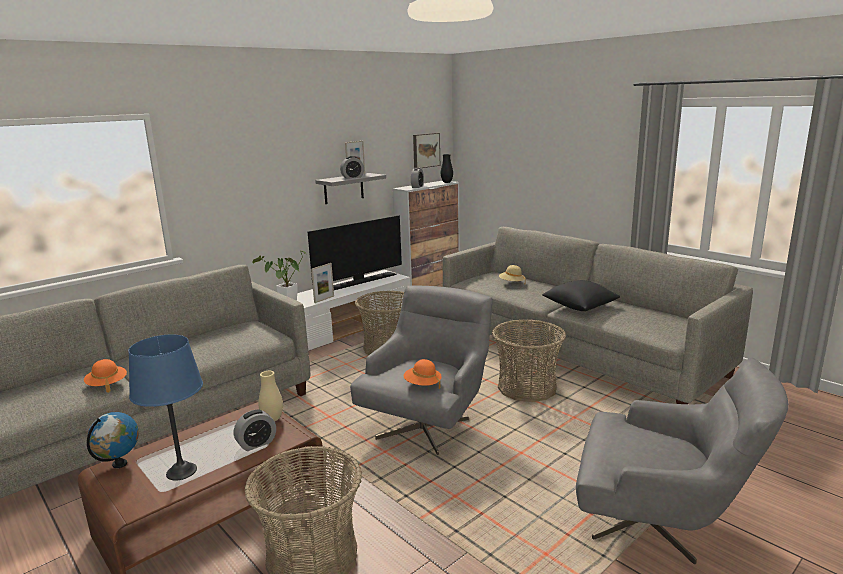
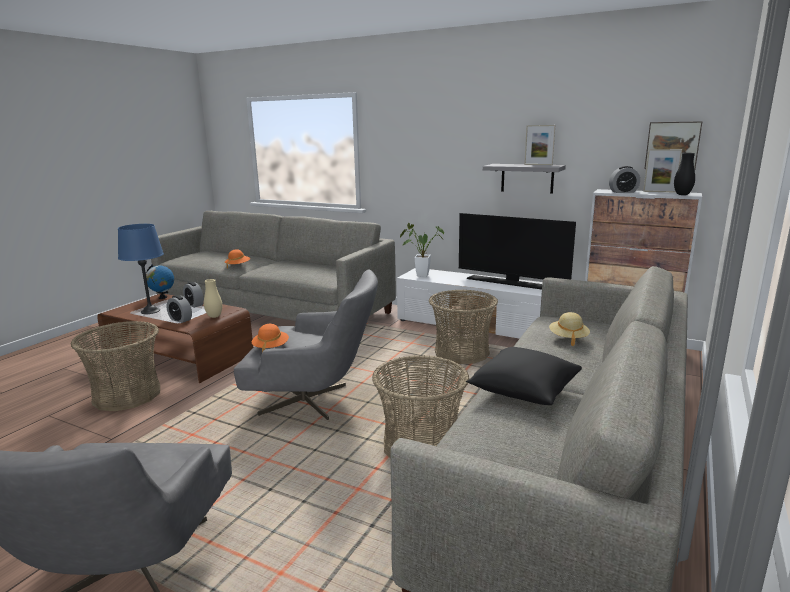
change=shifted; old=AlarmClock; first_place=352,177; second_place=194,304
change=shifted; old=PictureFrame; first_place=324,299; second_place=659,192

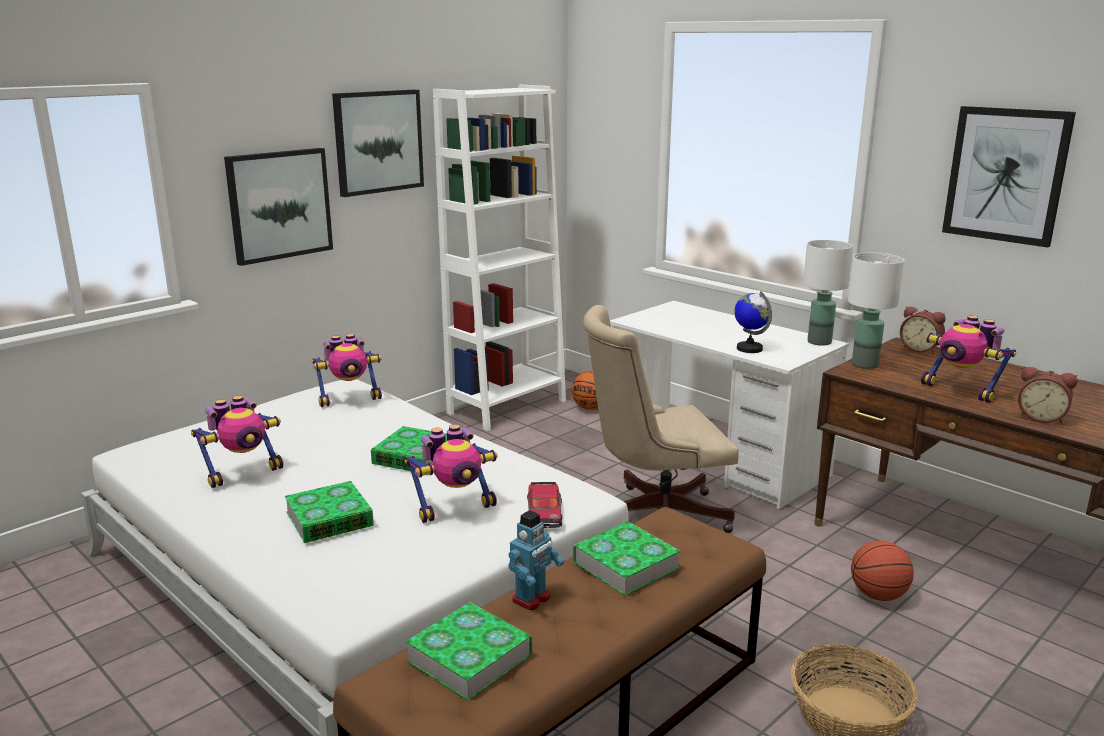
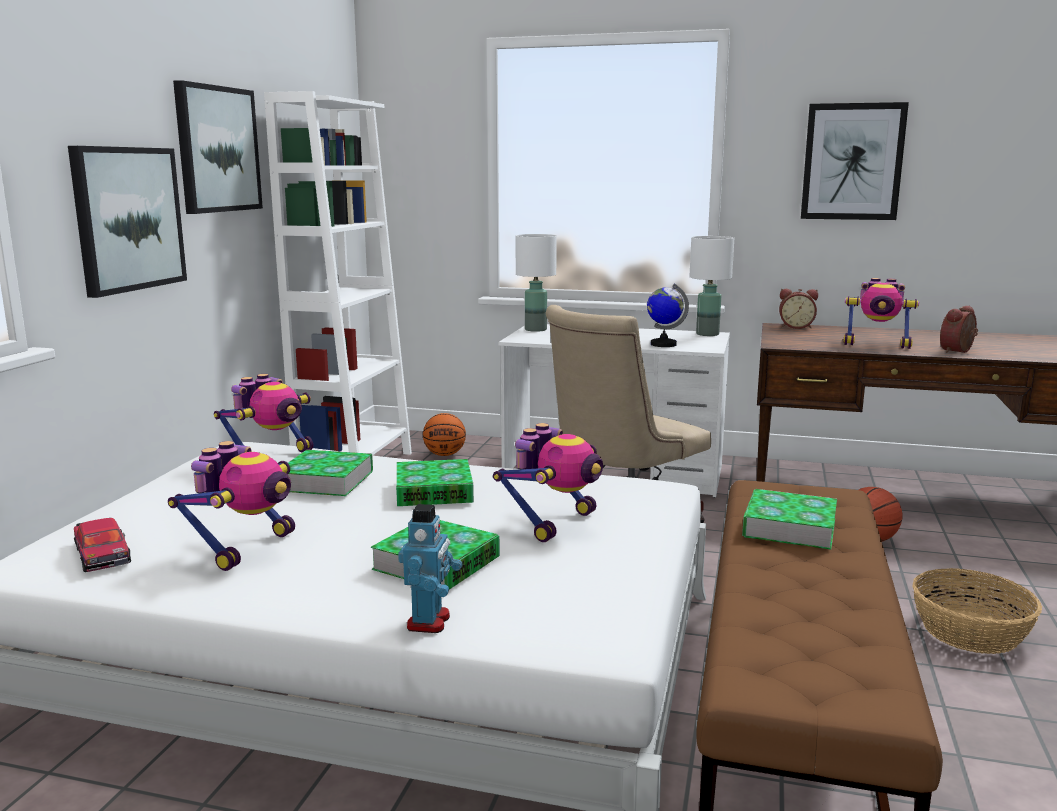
change=shifted; old=ToyCar; first_place=544,512; second_place=103,554
change=shifted; old=Book; first_place=469,658; second_place=326,480
change=shifted; old=ToyRobot; first_place=532,599; second_place=429,622
change=shifted; old=WhiteTableLamp; first_place=864,364; second_place=535,329
change=rotated; old=AlarmClock; first_place=1041,417; second_place=958,351; degrees=135

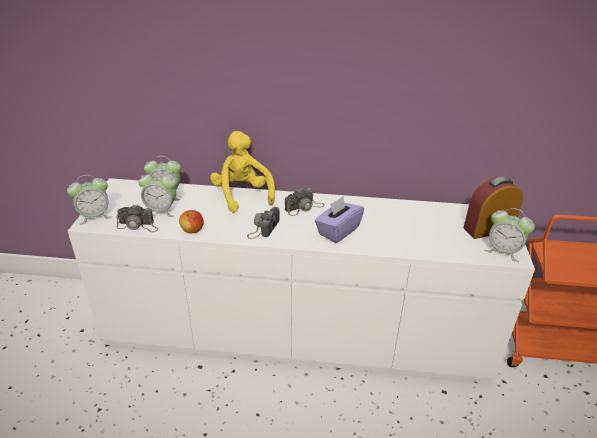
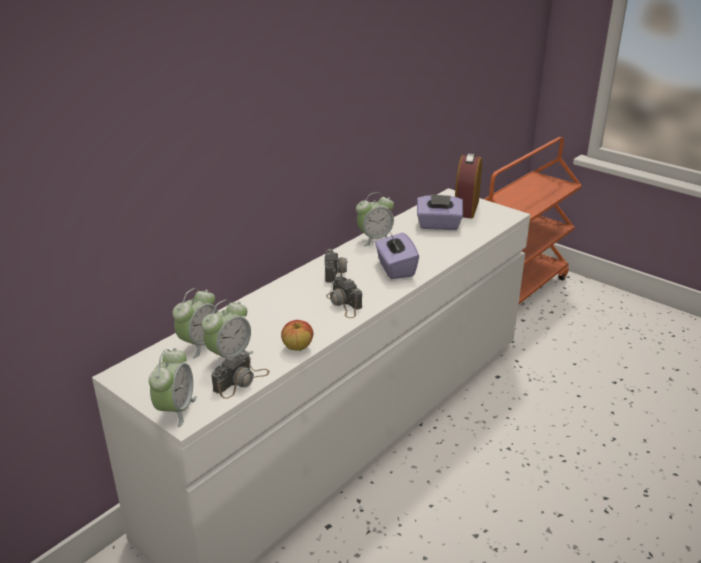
change=shifted; old=AlarmClock; first_place=503,251; second_place=374,239
change=new; new=PurpleTissueBox; second_place=438,225
change=gone; old=YellowPlushToy; first_place=242,195

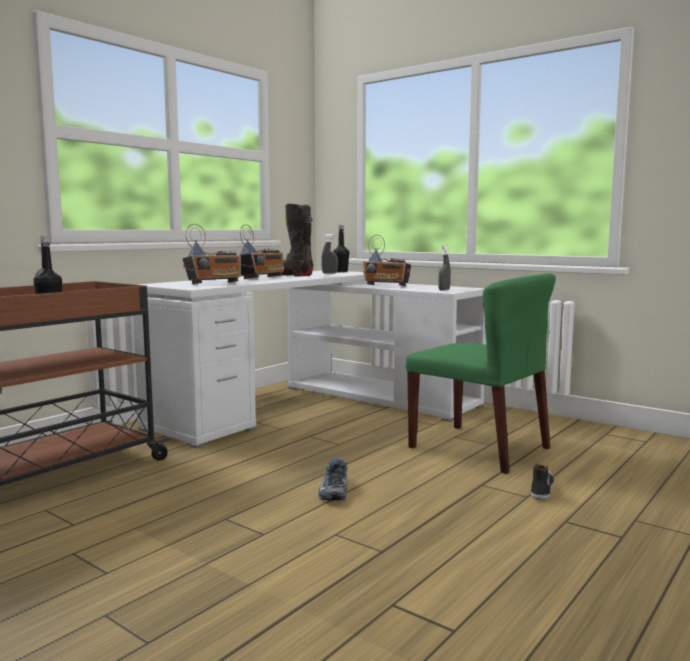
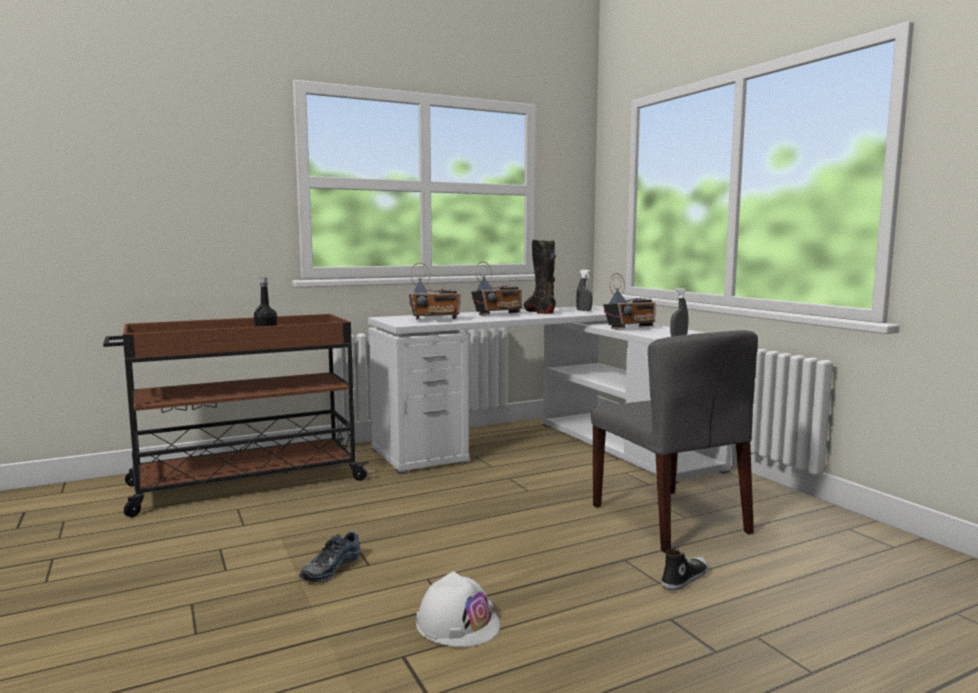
change=shifted; old=Shoe; first_place=333,490; second_place=330,567
change=new; new=WhiteHardHat; second_place=458,623
change=repainted; old=GreenChair; new=GreyChair; first_place=480,448; second_place=670,519
change=rotated; old=Radio; first_place=386,286; second_place=630,328; degrees=-75
change=gone; old=BlackBottle; first_place=341,272

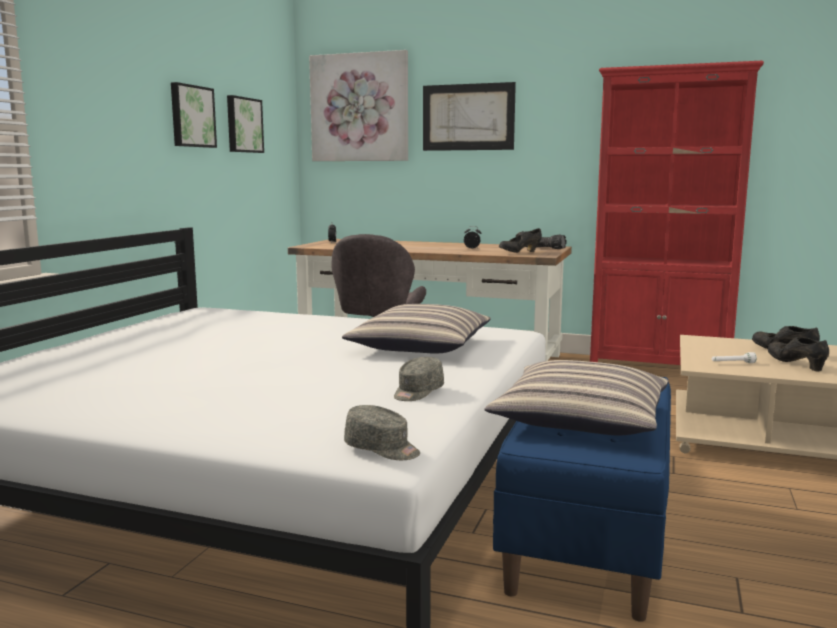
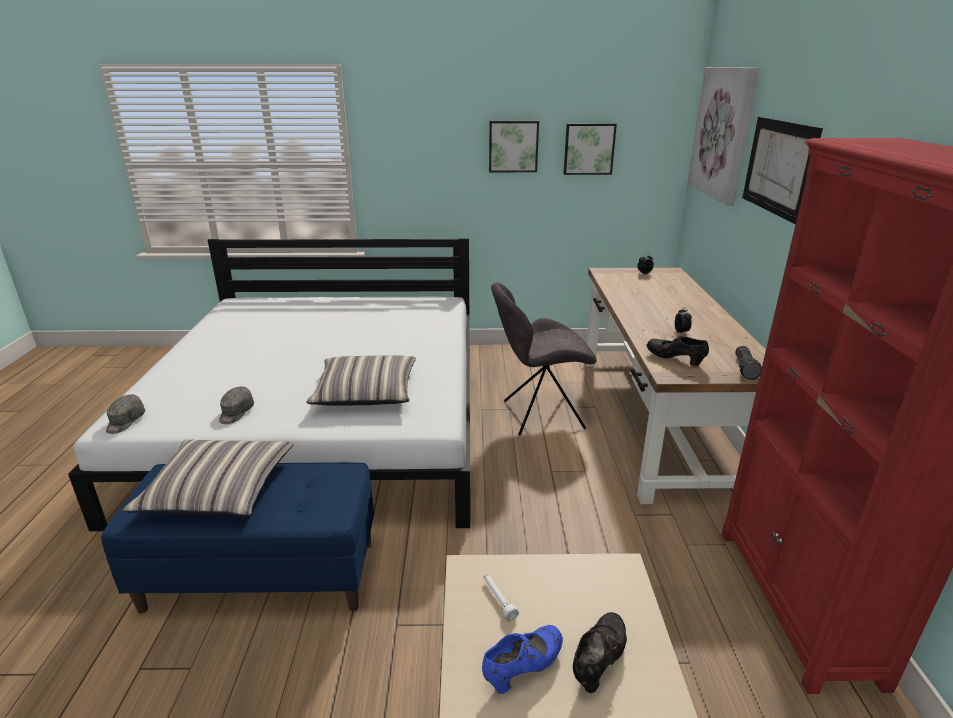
change=rotated; old=GreyCap; first_place=417,392; second_place=236,413; degrees=-90
change=repainted; old=BlackShoe; new=BlueShoe; first_place=796,365; second_place=523,668

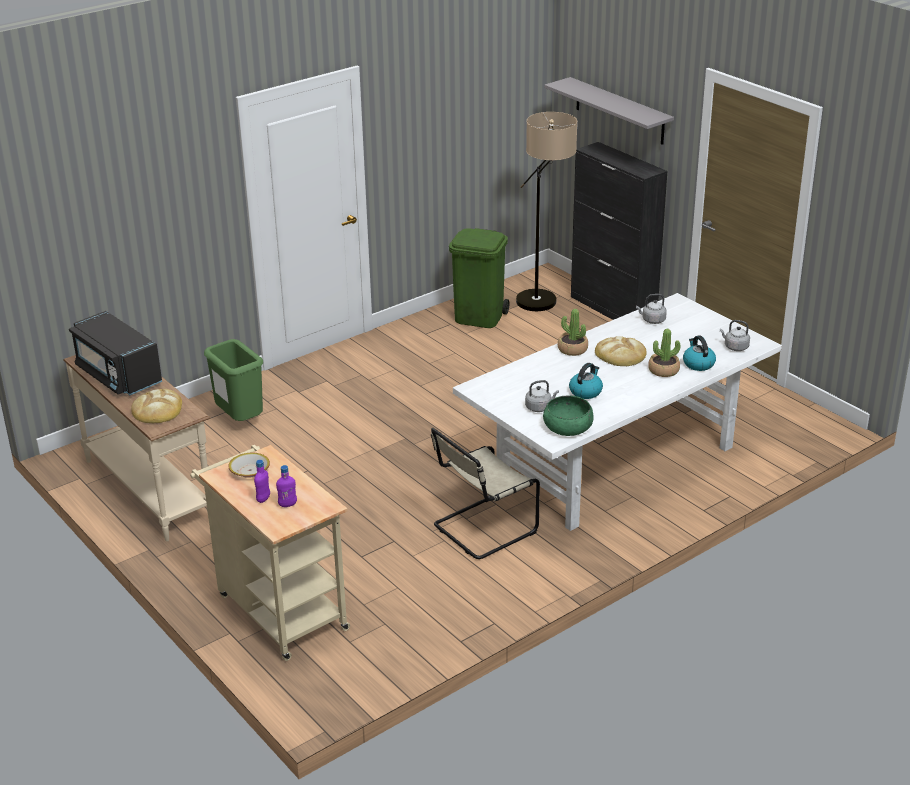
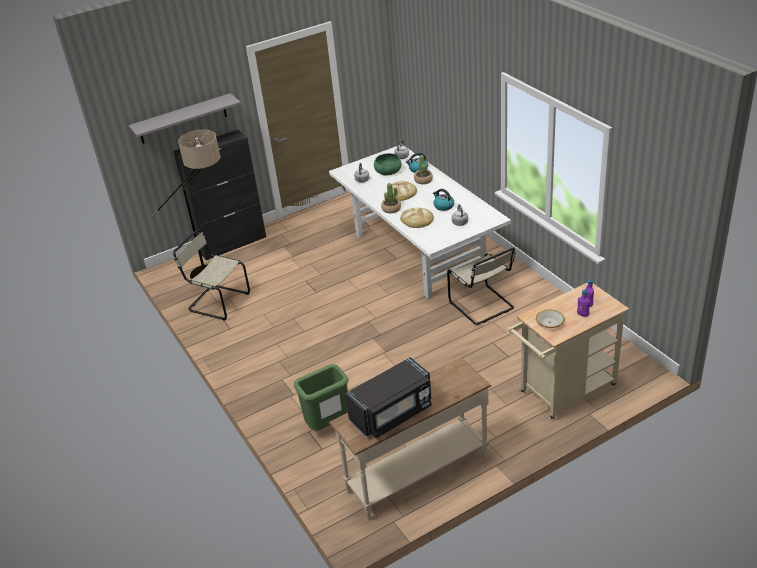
change=swapped; old=GreenTrashCan; new=BeigeChair; first_place=479,318; second_place=217,302
change=shifted; old=GreenBowl; first_place=567,427; second_place=388,171
change=shifted; old=Bread; first_place=157,410; second_place=417,219

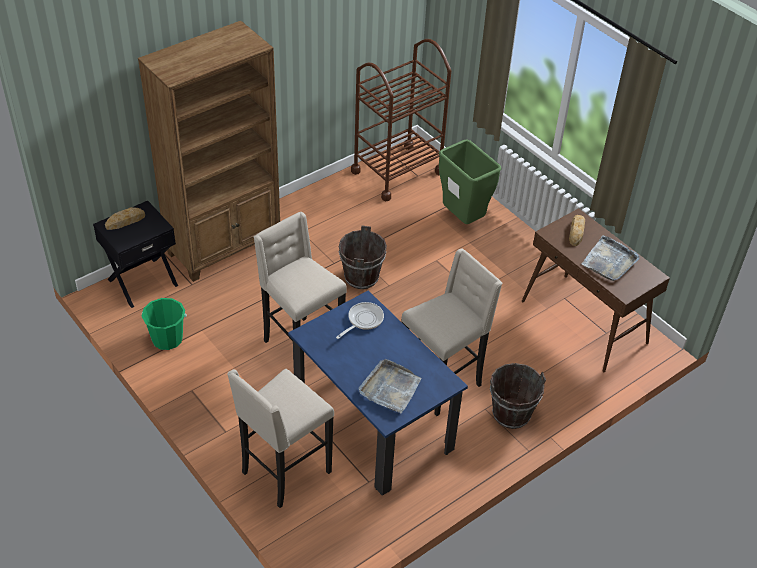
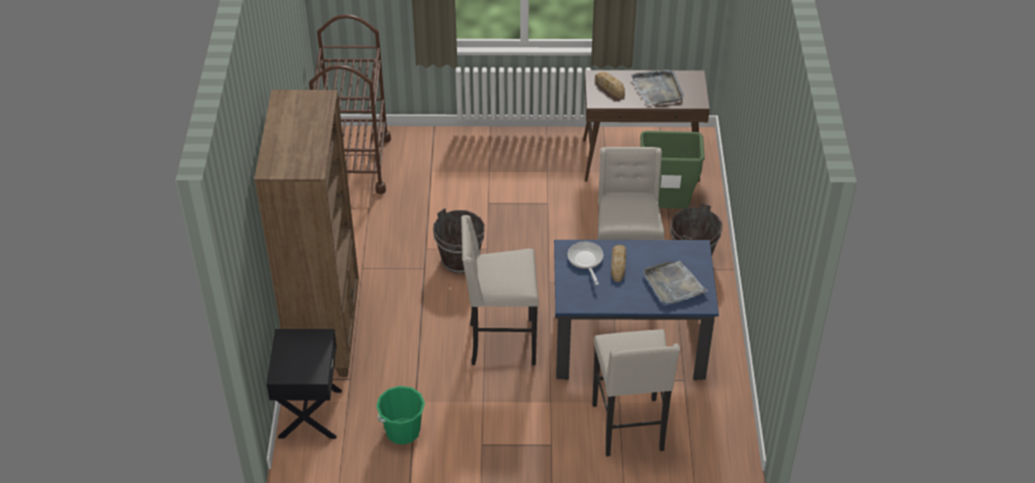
change=shifted; old=Bread; first_place=125,221; second_place=618,265
change=shifted; old=GreenTrashCan; first_place=463,219; second_place=666,208

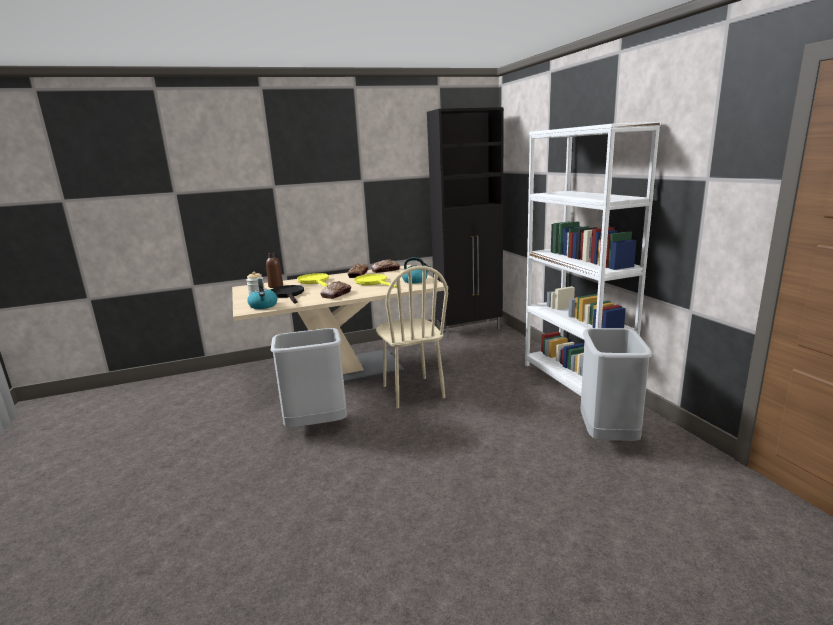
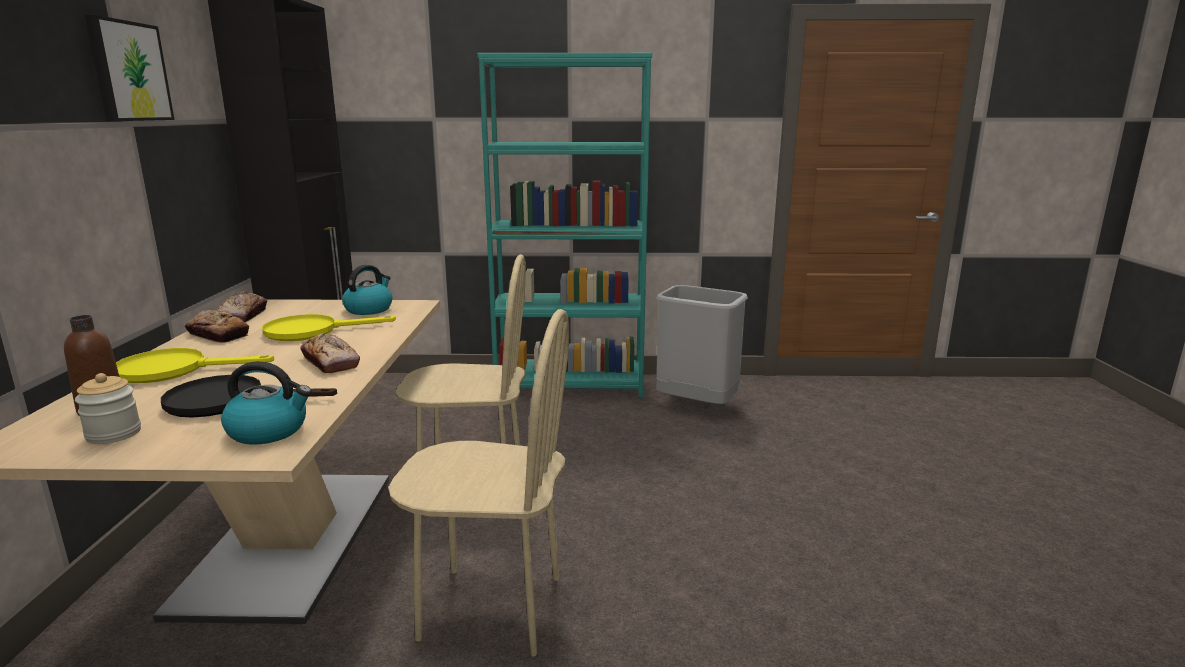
change=new; new=Picture; second_place=128,71
change=swapped; old=GreyTrashCan; new=BeigeChair; first_place=316,426; second_place=491,608
change=repainted; old=WhiteBookcase; new=TurquoiseBookcase; first_place=574,381; second_place=570,385

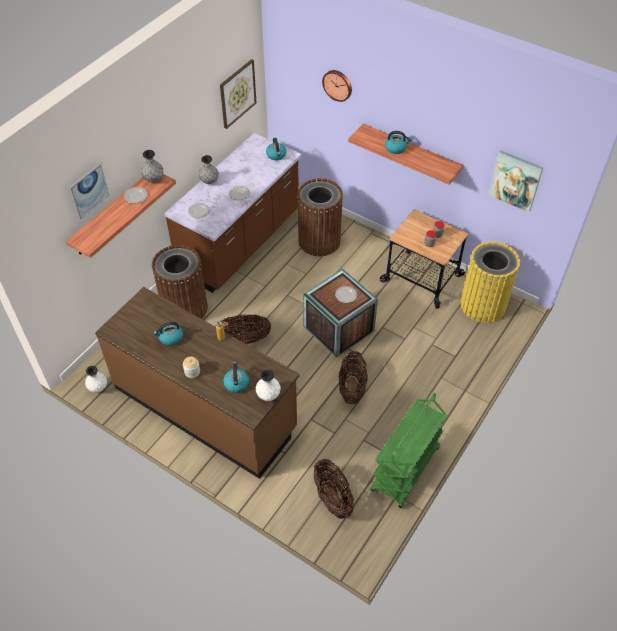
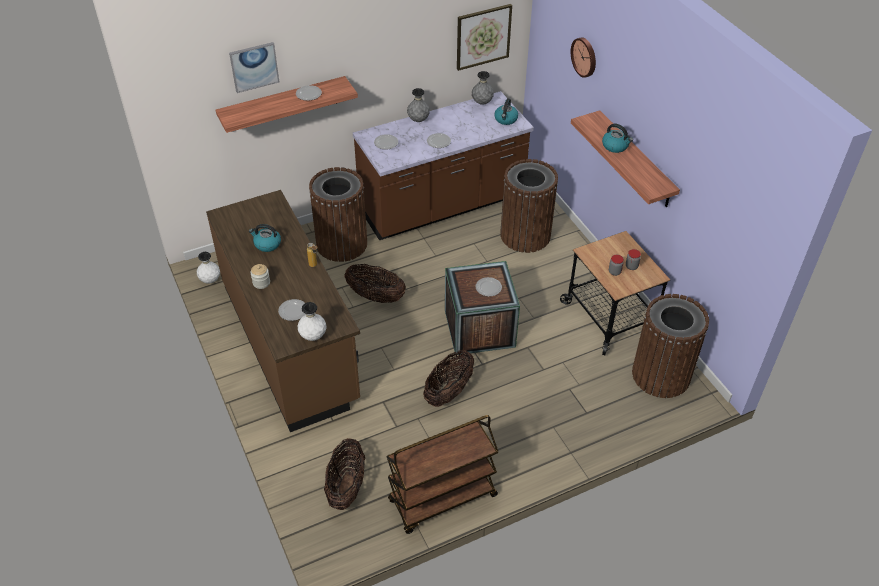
change=swapped; old=Kettle; new=Plate; first_place=236,383; second_place=292,311
change=repainted; old=GreenCart; new=BrownCart; first_place=406,470; second_place=442,499
change=shifted; old=GreyVase; first_place=153,179; second_place=482,102
change=repainted; old=YellowTrashCan; new=BrownTrashCan; first_place=483,305; second_place=661,375
change=gone; old=Picture; first_place=515,180

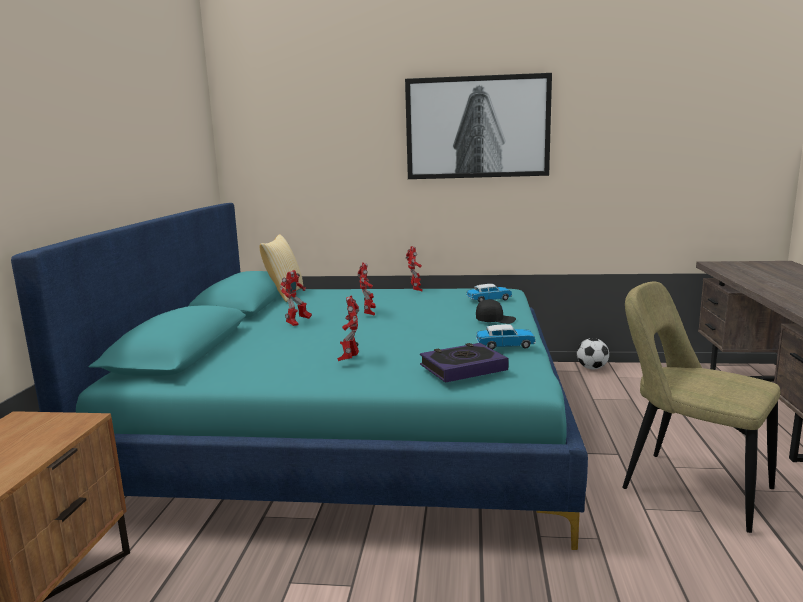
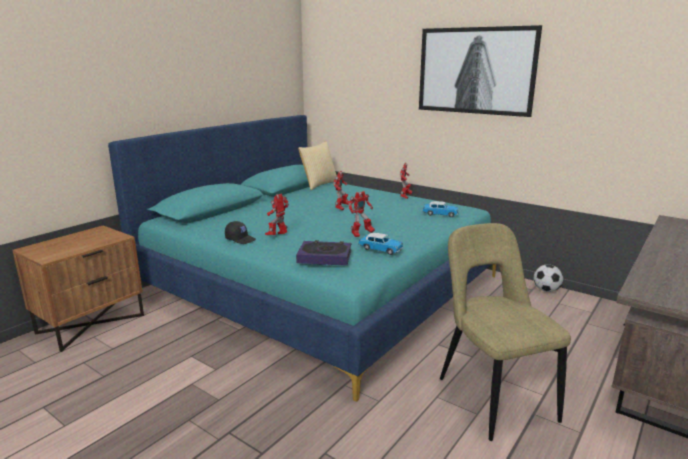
change=shifted; old=BlackCap; first_place=495,320; second_place=240,239
change=shifted; old=ToyRobot; first_place=297,323; second_place=361,234

